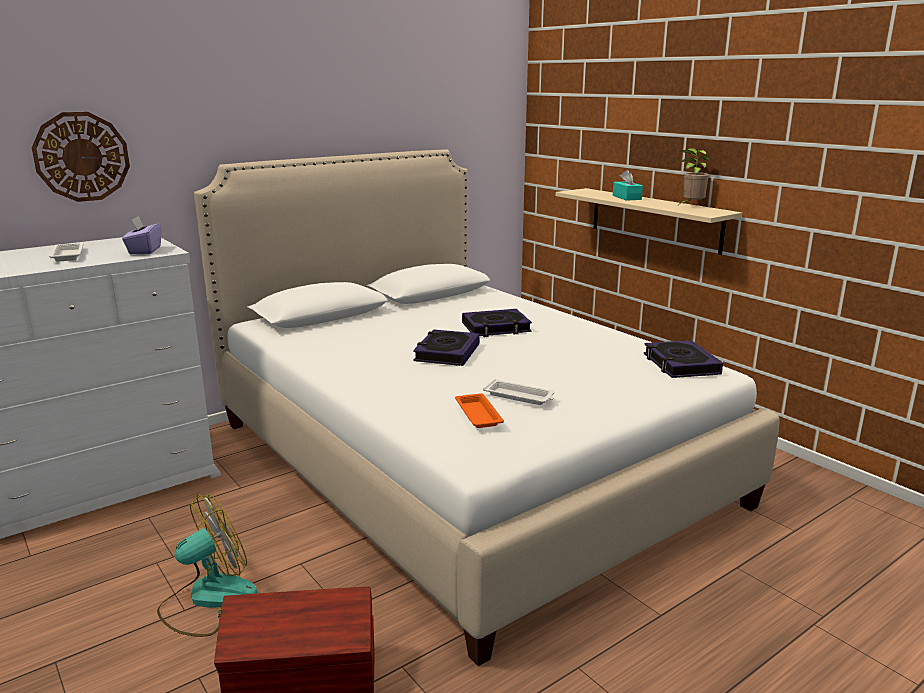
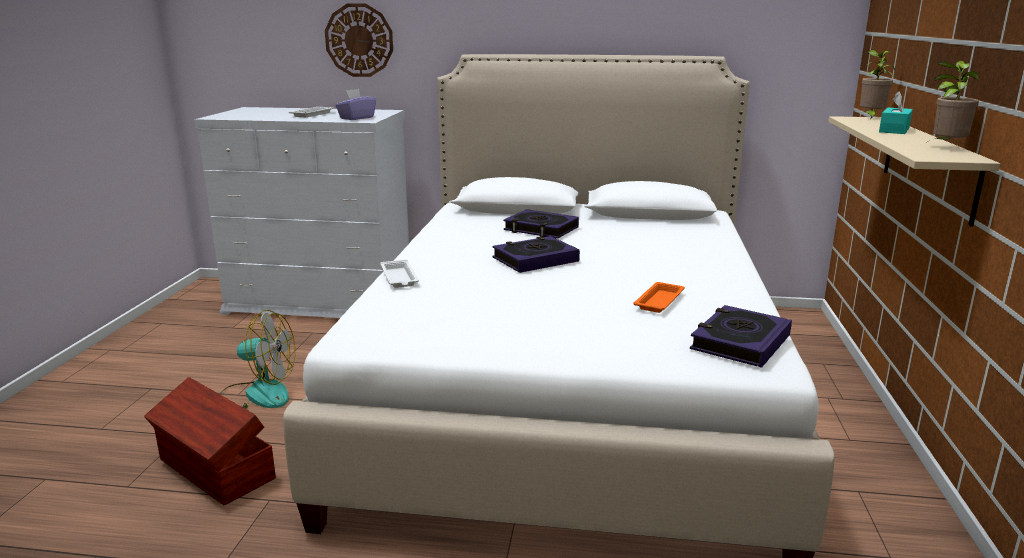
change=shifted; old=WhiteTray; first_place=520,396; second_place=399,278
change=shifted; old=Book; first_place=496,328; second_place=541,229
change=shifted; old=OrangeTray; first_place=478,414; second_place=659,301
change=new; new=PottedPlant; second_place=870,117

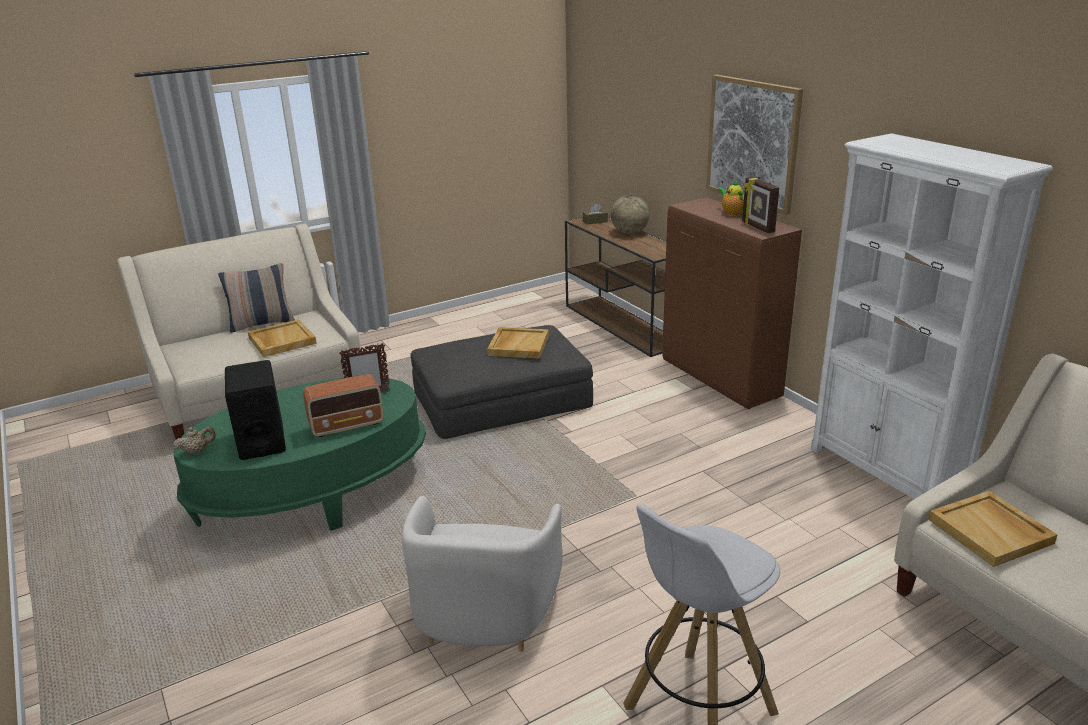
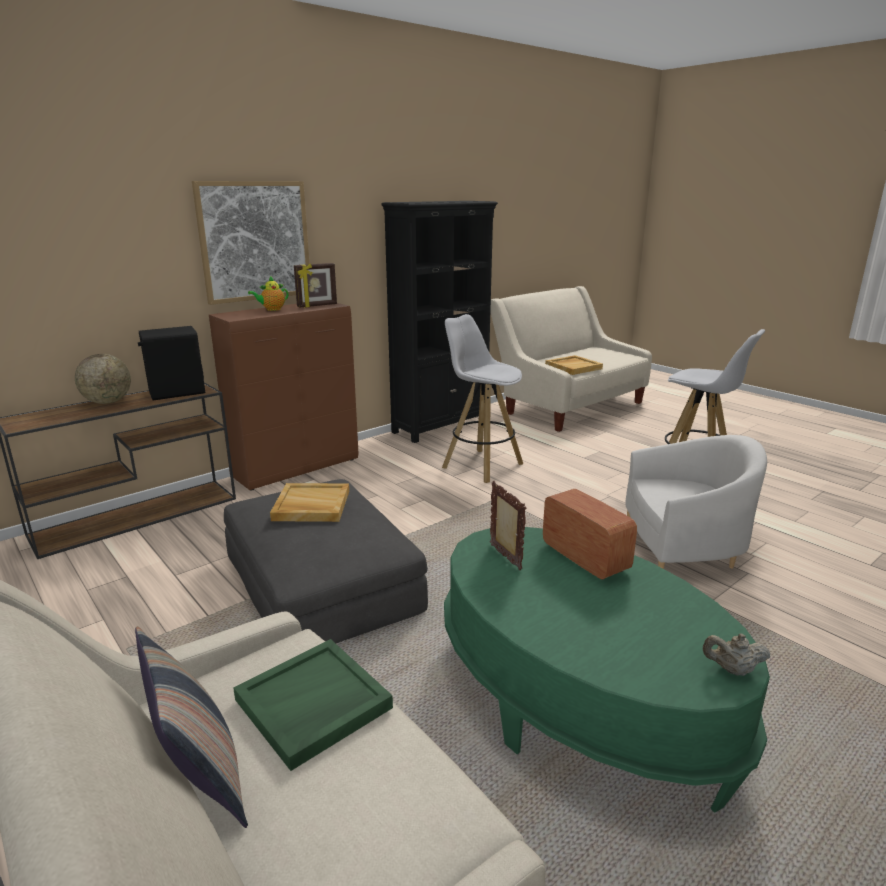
change=shifted; old=BlackSpeaker; first_place=261,441; second_place=176,392
change=repainted; old=BeigeTray; new=GreenTray; first_place=281,340; second_place=313,705
change=repainted; old=WhiteBookcase; new=BlackBookcase; first_place=886,474; second_place=441,426
change=new; new=WhiteStool; second_place=481,465
change=rotated; old=BeigeTeapot; first_place=197,451; second_place=732,670; degrees=-45
change=gone; old=BrownTissueBox; first_place=595,221

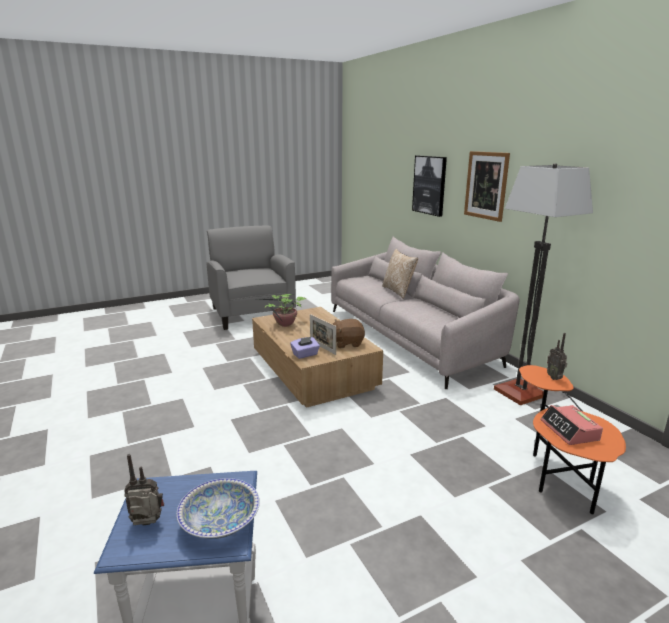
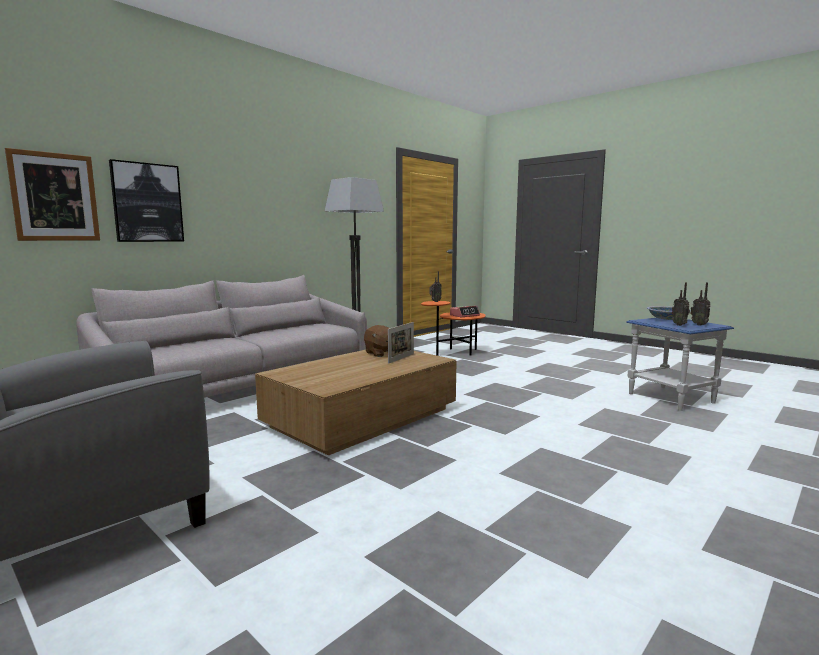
change=shifted; old=Picture; first_place=486,185; second_place=55,197
change=new; new=Radio; second_place=680,325
change=gone; old=PottedPlant; first_place=285,325
change=gone; old=PurpleTissueBox; first_place=305,354
change=gone; old=Pillow; first_place=398,291

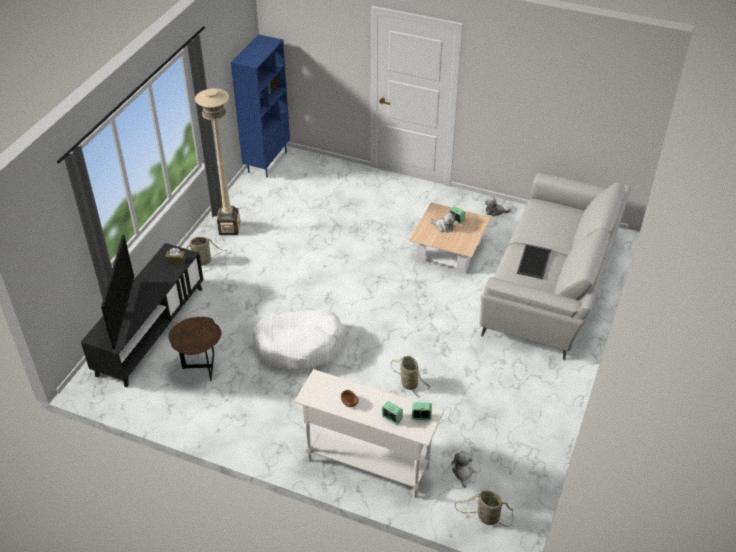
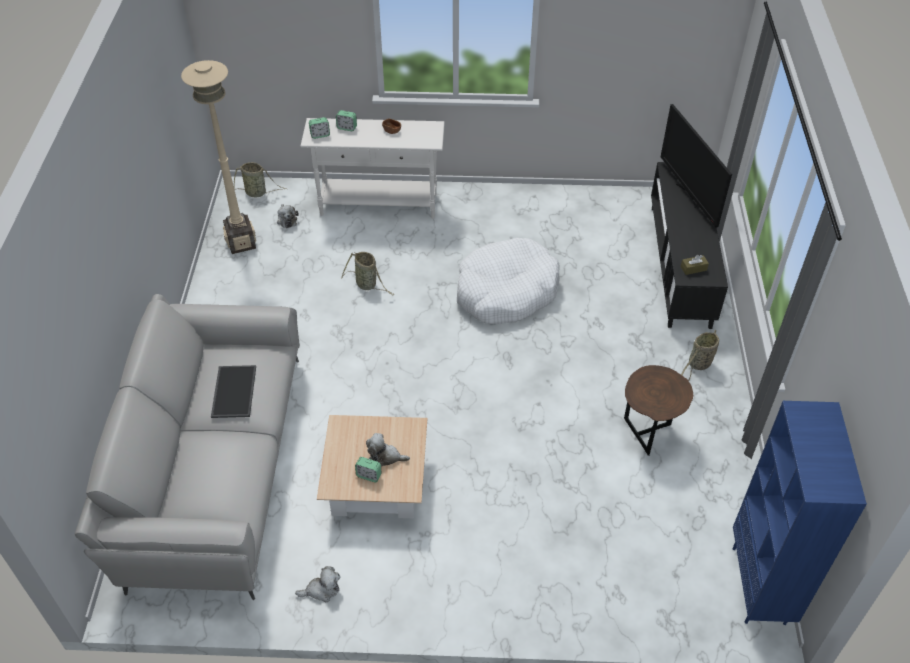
change=shifted; old=BeigeFloorLamp; first_place=229,228; second_place=241,243
change=shifted; old=BrownSideTable; first_place=201,368; second_place=649,431

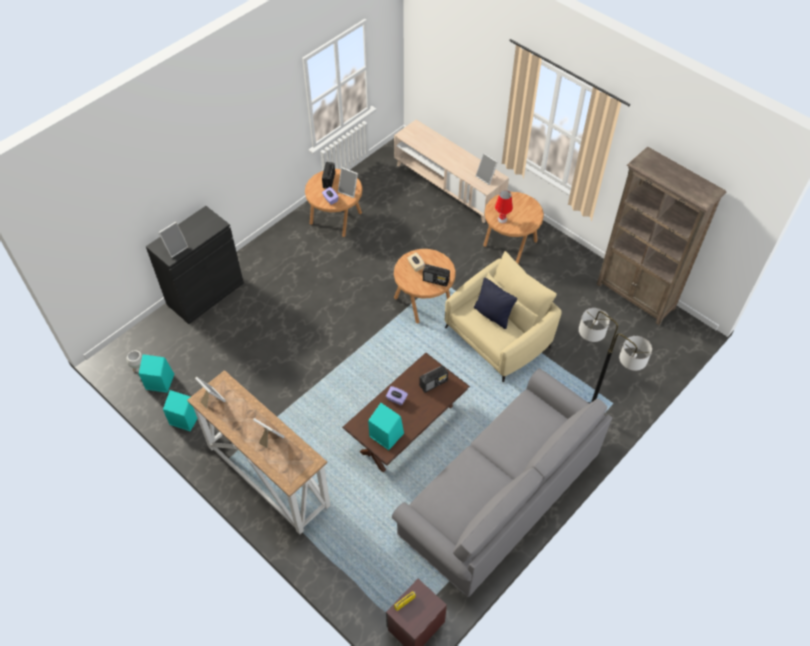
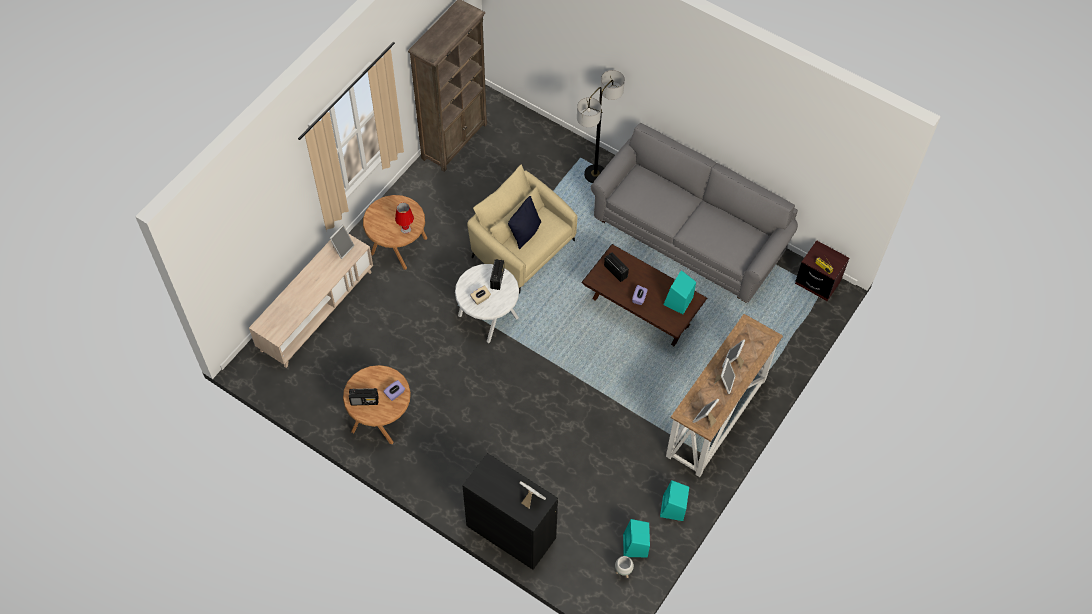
change=repainted; old=BrownSideTable; new=WhiteSideTable; first_place=423,301; second_place=488,316
change=shifted; old=PictureFrame; first_place=349,191; second_place=724,382

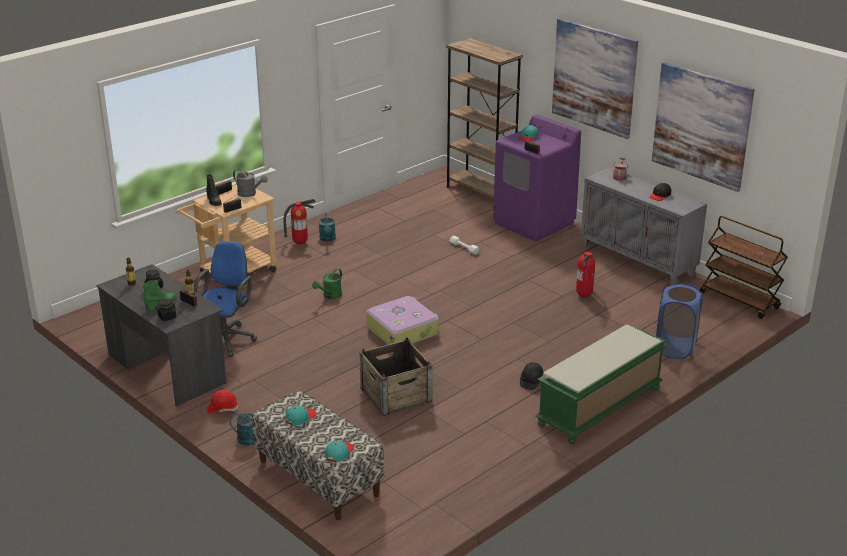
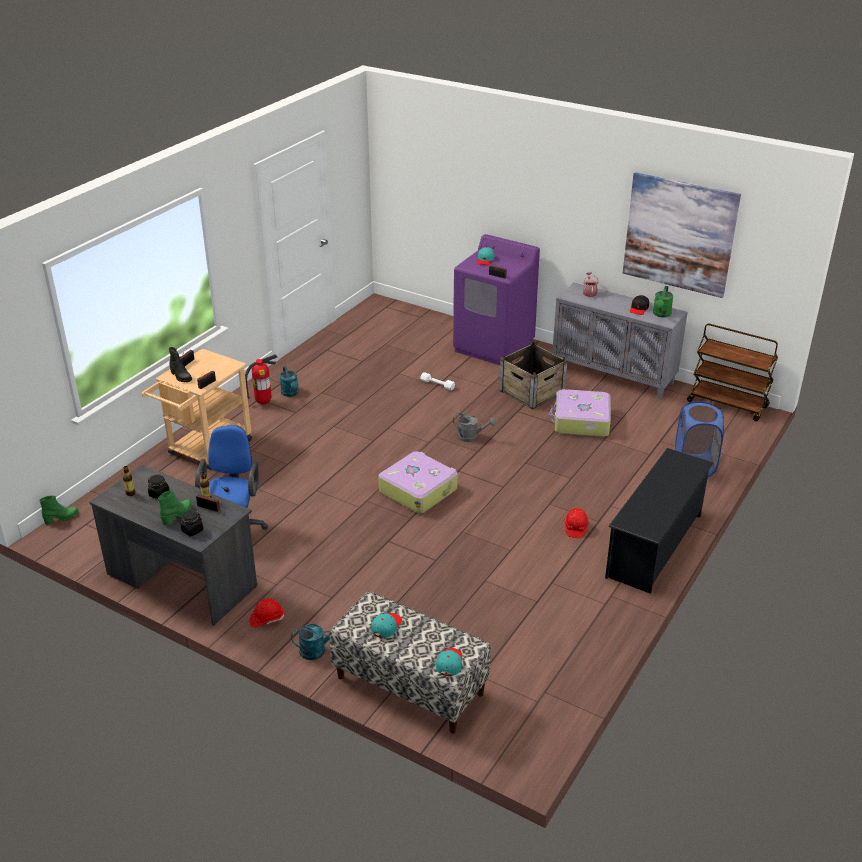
change=new; new=GreenBoot; second_place=62,518
change=shifted; old=GreyWateringCan; first_place=250,194; second_place=471,437
change=shifted; old=Crate; first_place=396,394; second_place=531,391
change=swapped; old=FireExtinguisher; new=Suitcase; first_place=584,296; second_place=581,421
change=repainted; old=BlackHardHat; new=RedHardHat; first_place=531,381; second_place=575,528
change=swapped; old=GreenBench; new=BlackShoeRack; first_place=599,407; second_place=655,545
change=shifted; old=GreenWateringCan; first_place=330,296; second_place=661,314
change=gone; old=BrownBookcase; first_place=480,193
change=gone; old=Picture; first_place=594,77

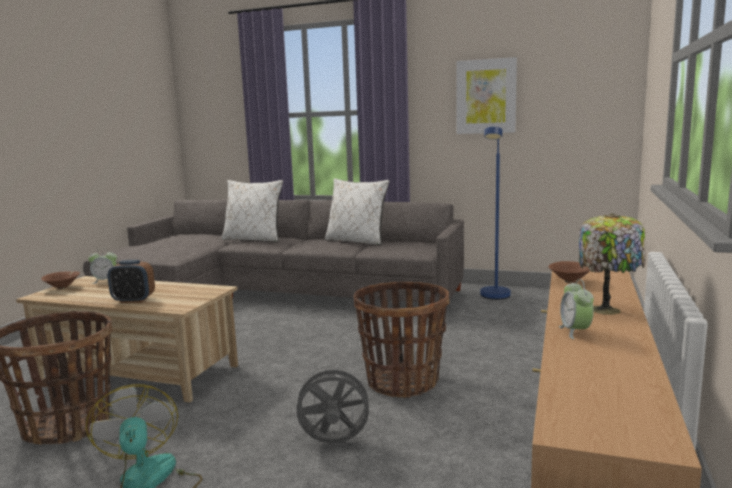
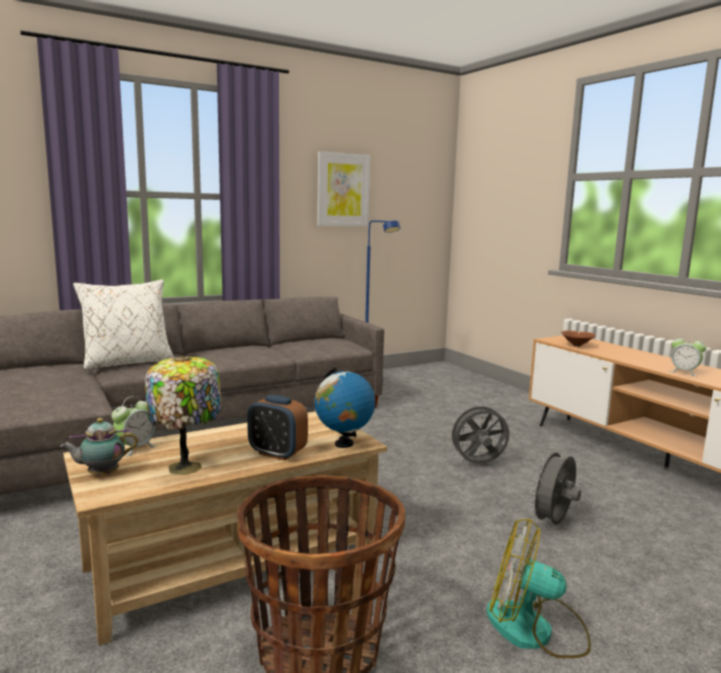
change=swapped; old=BrownBowl; new=Teapot; first_place=63,288; second_place=101,474
change=shifted; old=TableLamp; first_place=608,310; second_place=187,466
change=rotated; old=AlarmClock; first_place=133,300; second_place=277,453; degrees=75
change=new; new=Globe; second_place=343,444
change=swapped; old=Basket; new=GreyFan; first_place=402,382; second_place=478,464
change=gone; old=WhitePillow; first_place=356,241

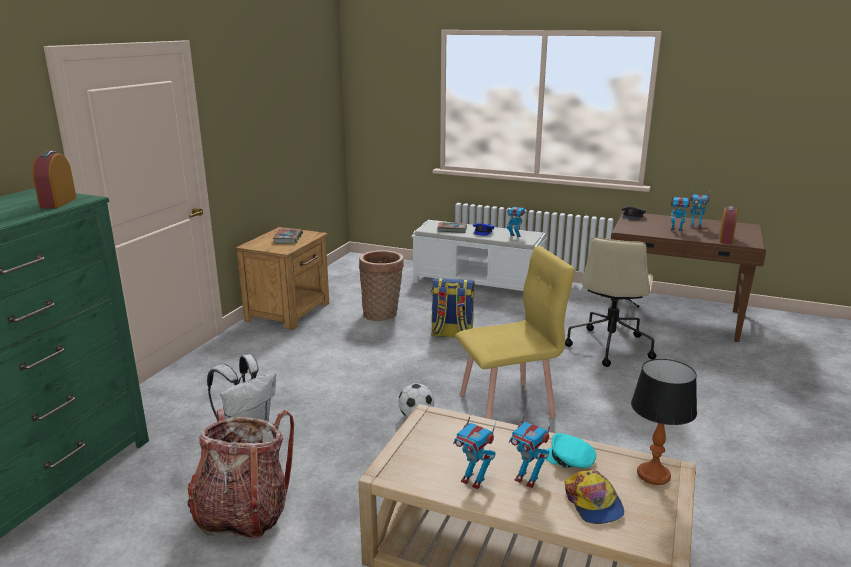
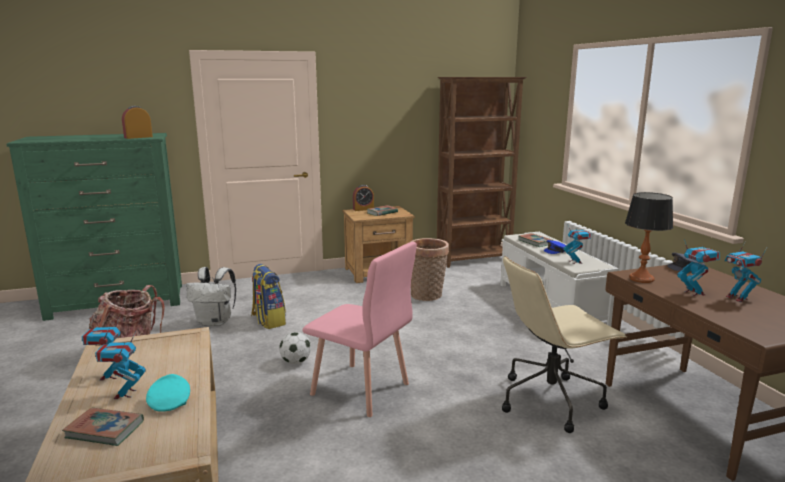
change=swapped; old=Cap; new=Book; first_place=593,503; second_place=105,430
change=shifted; old=Backpack; first_place=451,334; second_place=268,321
change=repainted; old=YellowChair; new=PinkChair; first_place=507,405; second_place=360,389
change=shifted; old=AlarmClock; first_place=725,239; second_place=363,209
change=new; new=BrownBookcase; second_place=474,260
change=shifted; old=TableLamp; first_place=653,474; second_place=641,279

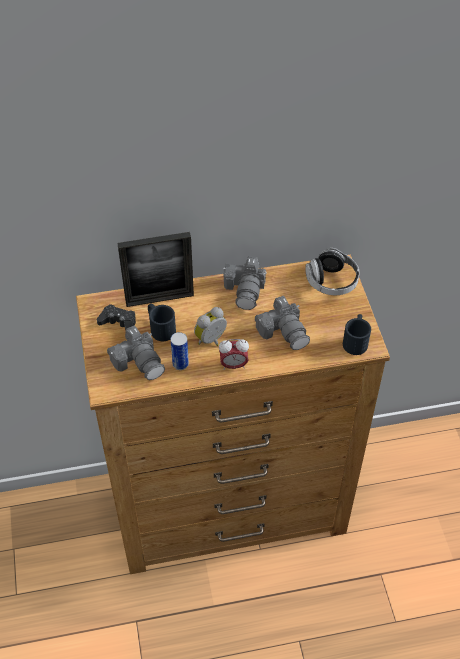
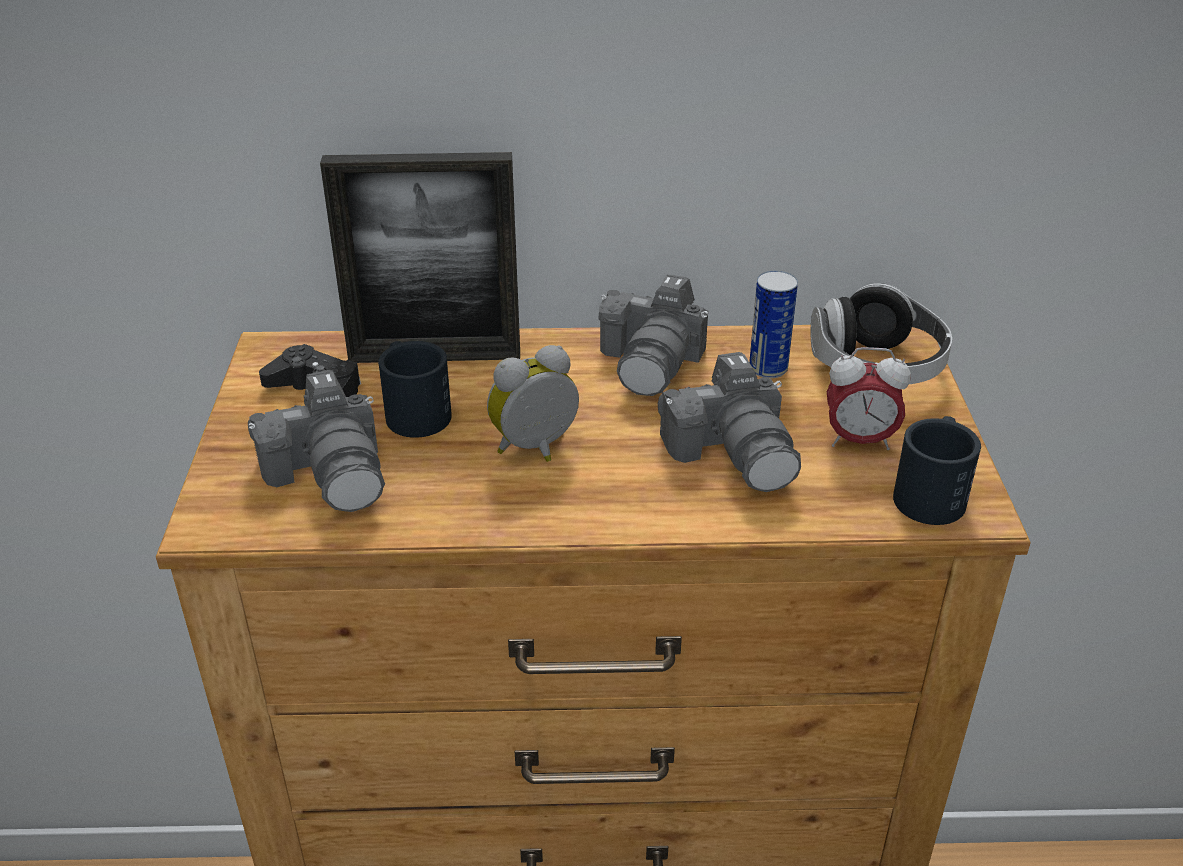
change=shifted; old=Can; first_place=180,364; second_place=768,368
change=shifted; old=AlarmClock; first_place=233,365; second_place=859,441

